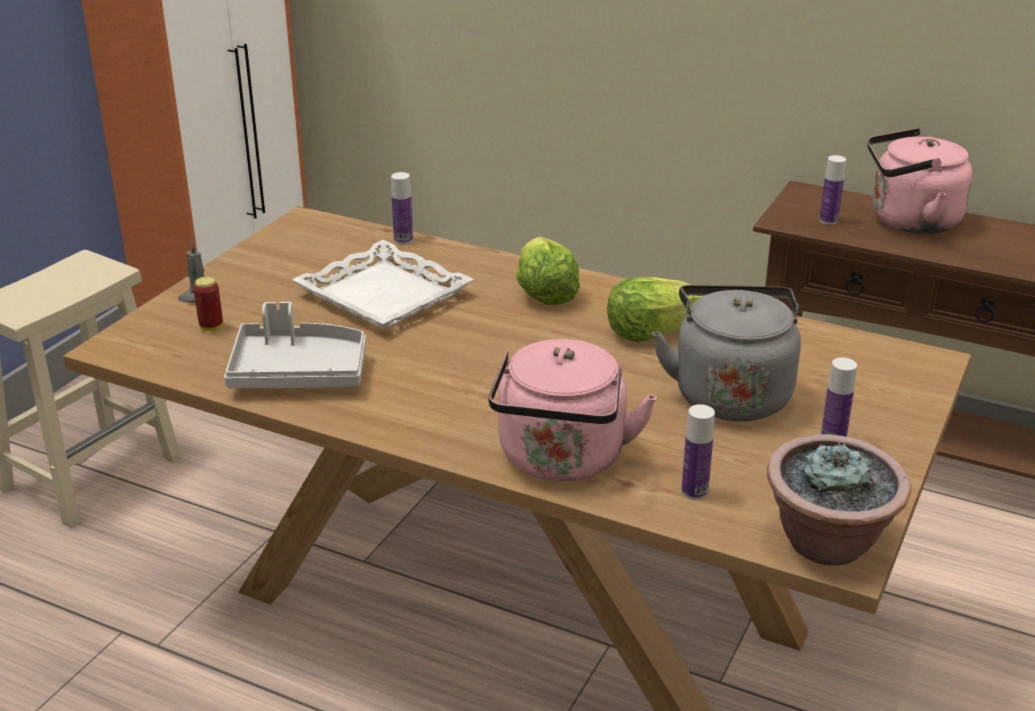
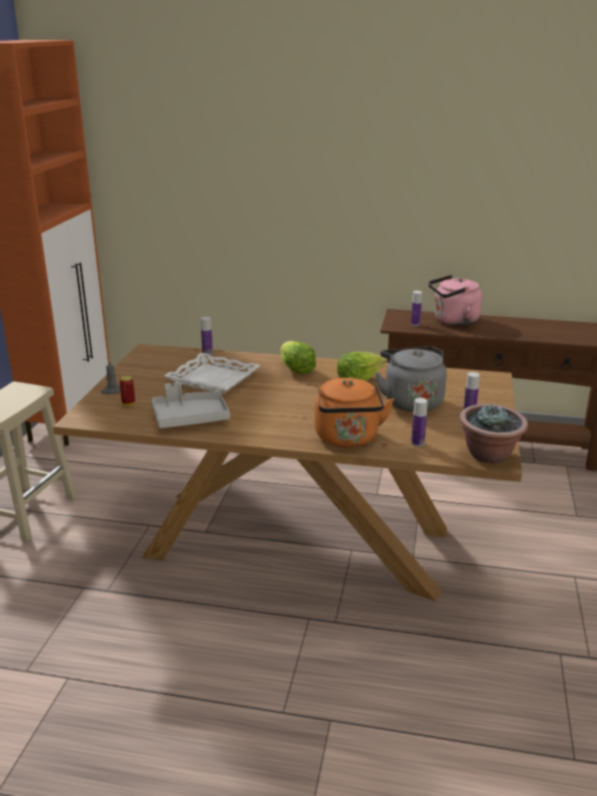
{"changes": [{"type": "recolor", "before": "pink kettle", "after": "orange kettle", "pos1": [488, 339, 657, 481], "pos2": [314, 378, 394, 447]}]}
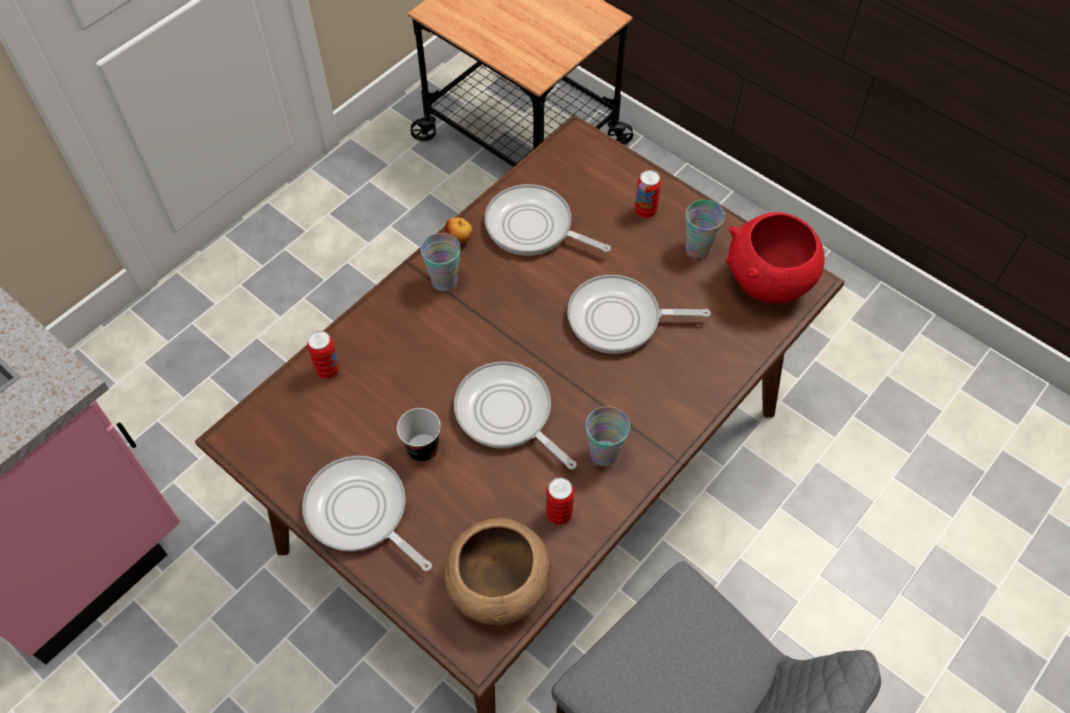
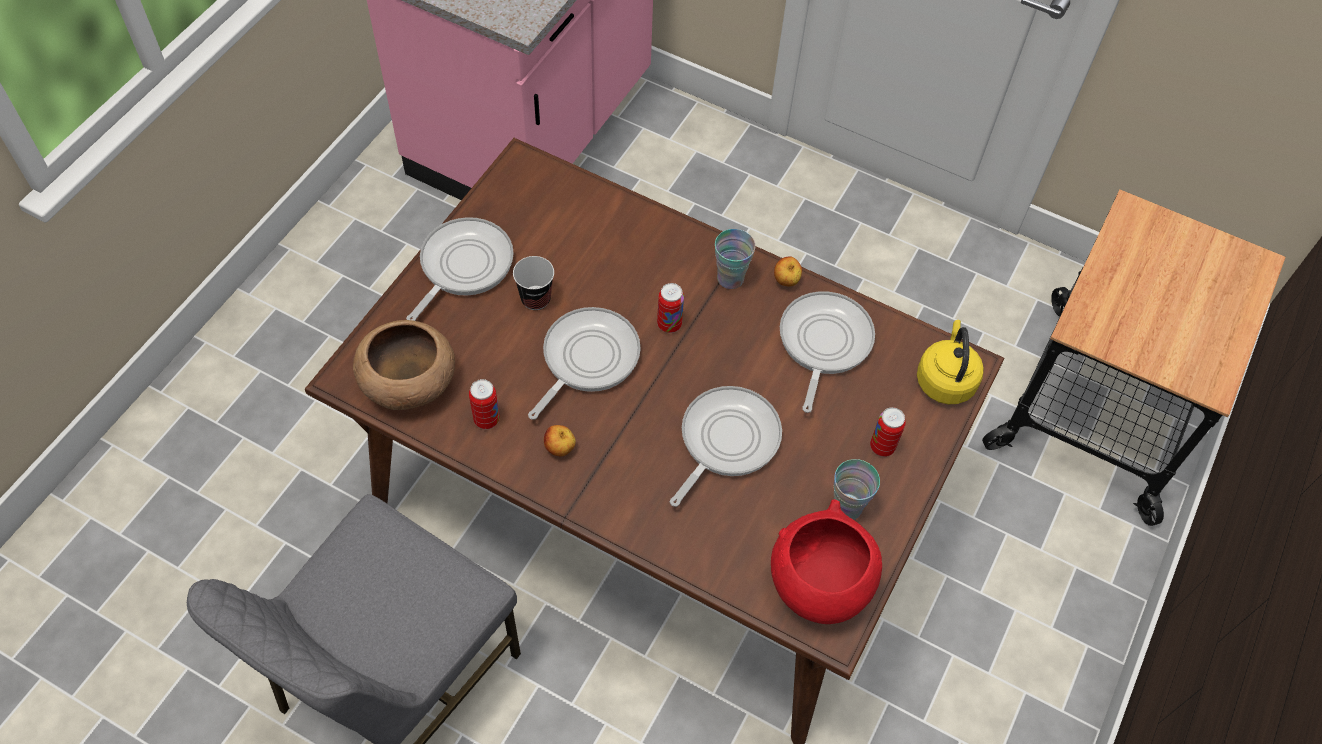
{"changes": [{"type": "move", "before": "can", "pos1": [307, 331, 340, 379], "pos2": [657, 283, 684, 333]}, {"type": "rotate", "before": "frying pan", "pos1": [567, 275, 711, 354], "pos2": [670, 386, 782, 507], "turn": 45}, {"type": "replace", "before": "cup", "after": "apple", "pos1": [586, 406, 630, 466], "pos2": [544, 425, 576, 457]}, {"type": "insert", "after": "yellow kettle", "pos2": [917, 320, 984, 404]}]}
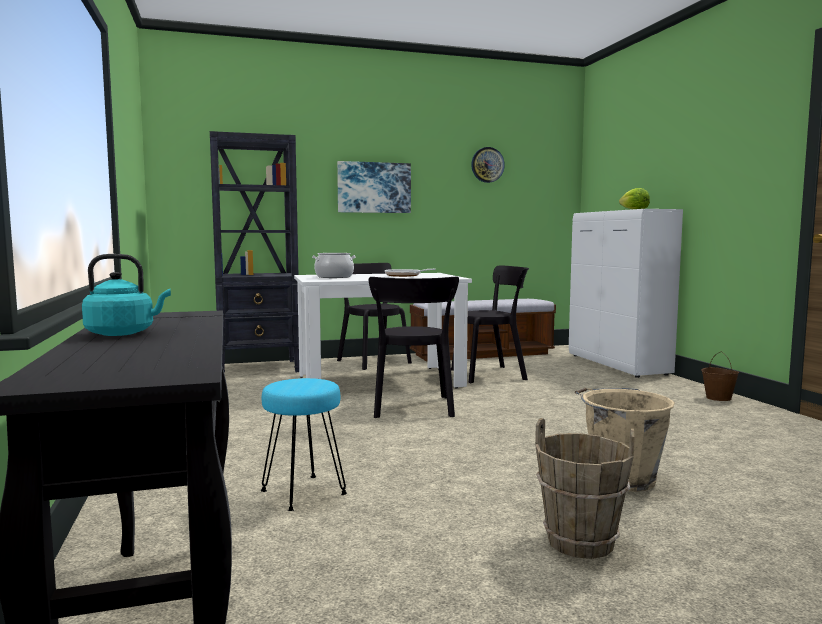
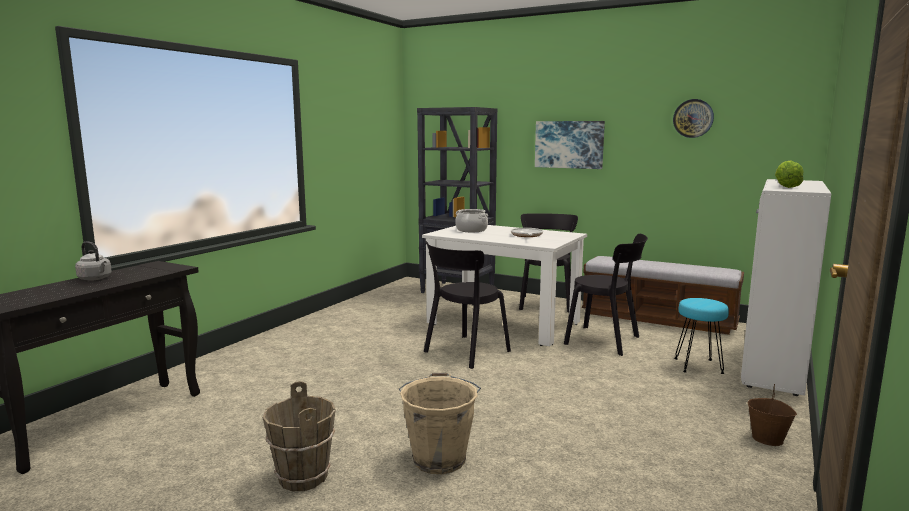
{"changes": [{"type": "recolor", "before": "turquoise kettle", "after": "grey kettle", "pos1": [82, 254, 171, 336], "pos2": [75, 241, 112, 281]}, {"type": "move", "before": "turquoise stool", "pos1": [261, 378, 347, 511], "pos2": [674, 298, 729, 374]}]}
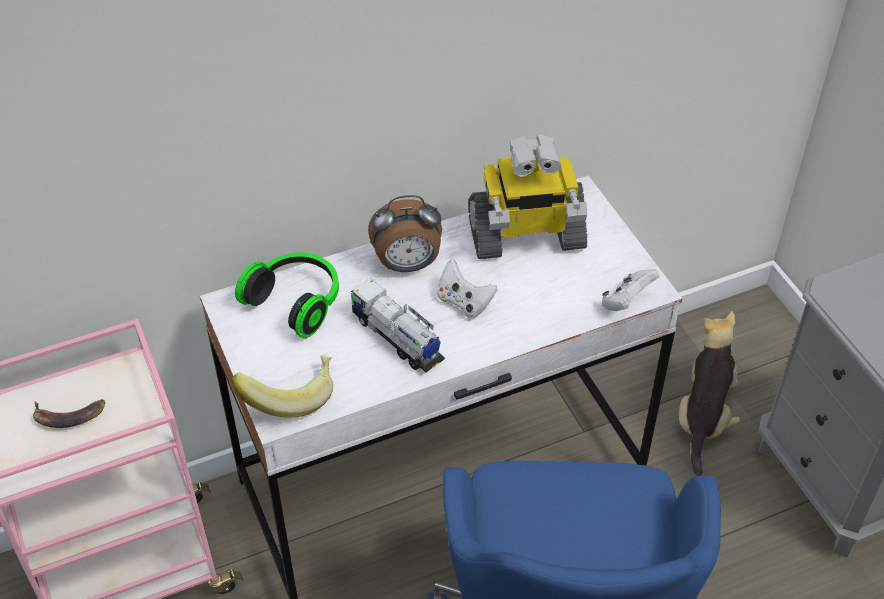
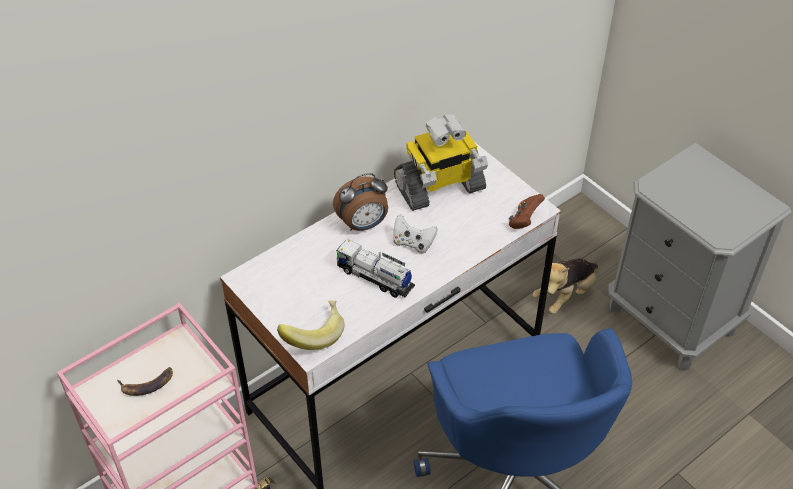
{"changes": [{"type": "delete", "before": "headphones", "pos1": [235, 253, 339, 338]}, {"type": "recolor", "before": "white game controller", "after": "brown game controller", "pos1": [602, 269, 660, 311], "pos2": [509, 194, 545, 229]}, {"type": "rotate", "before": "plush toy", "pos1": [679, 311, 741, 476], "pos2": [533, 259, 598, 314], "turn": -135}]}
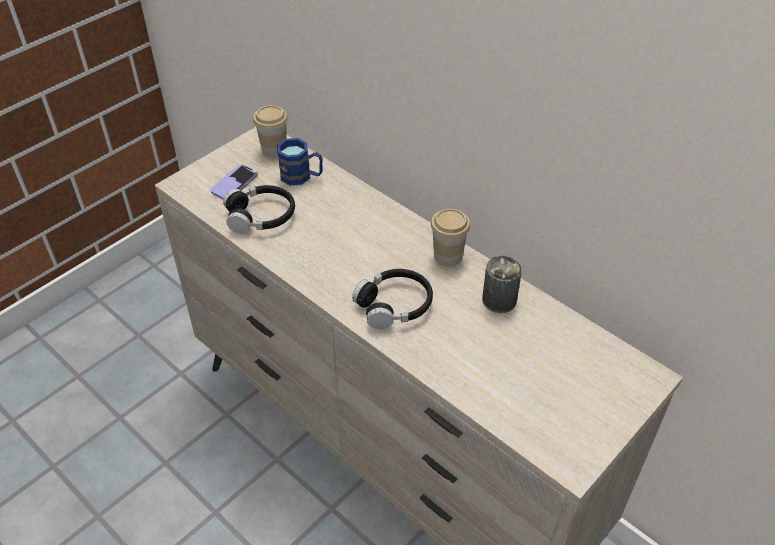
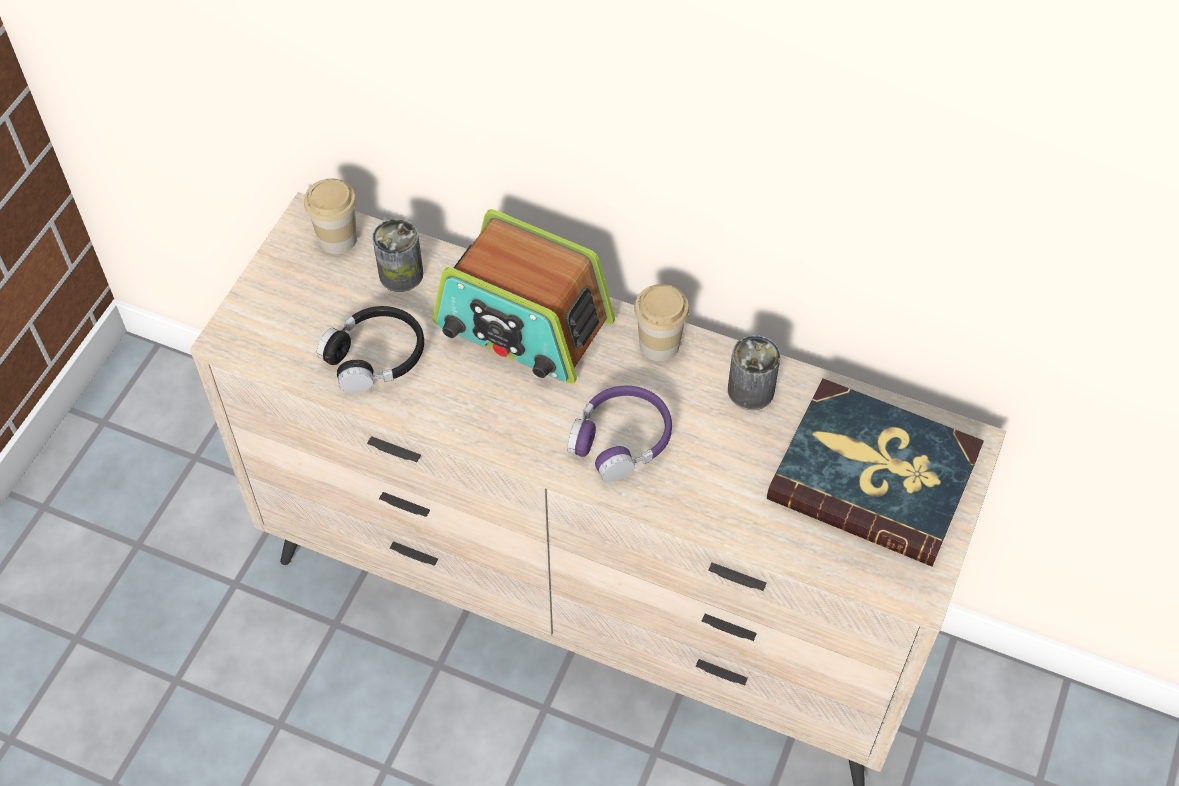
{"changes": [{"type": "delete", "before": "phone", "pos1": [211, 164, 258, 199]}, {"type": "replace", "before": "blue mug", "after": "can", "pos1": [277, 138, 323, 185], "pos2": [372, 219, 424, 292]}, {"type": "recolor", "before": "black headphones", "after": "purple headphones", "pos1": [352, 269, 433, 329], "pos2": [567, 386, 672, 482]}, {"type": "insert", "after": "radio", "pos2": [432, 209, 615, 384]}, {"type": "insert", "after": "book", "pos2": [767, 378, 984, 566]}]}
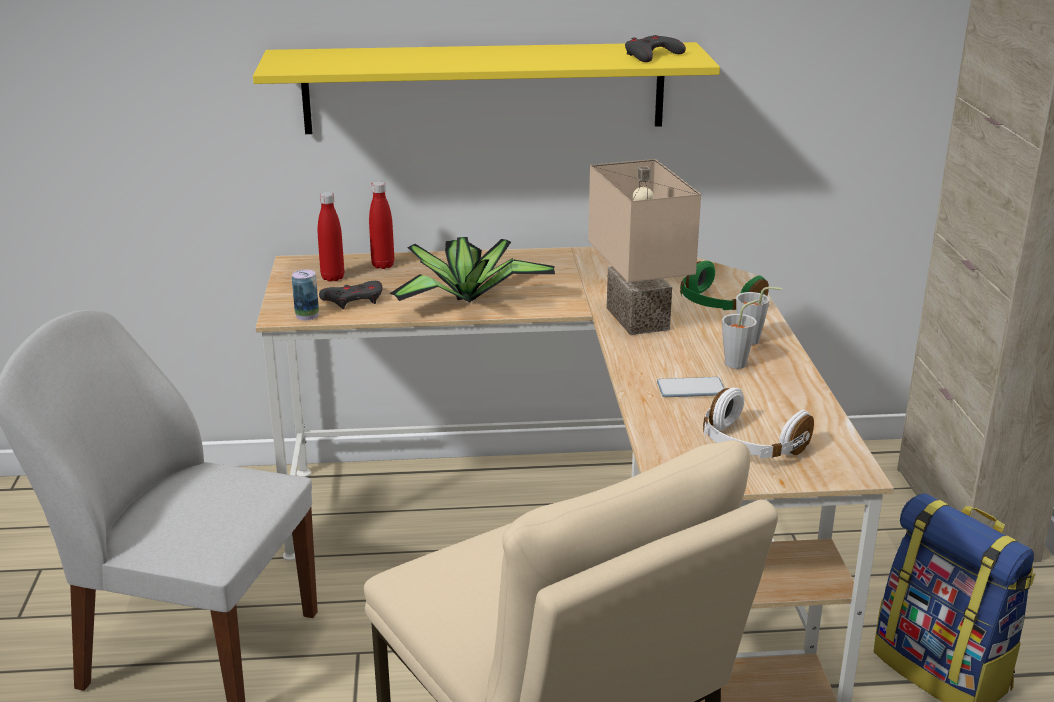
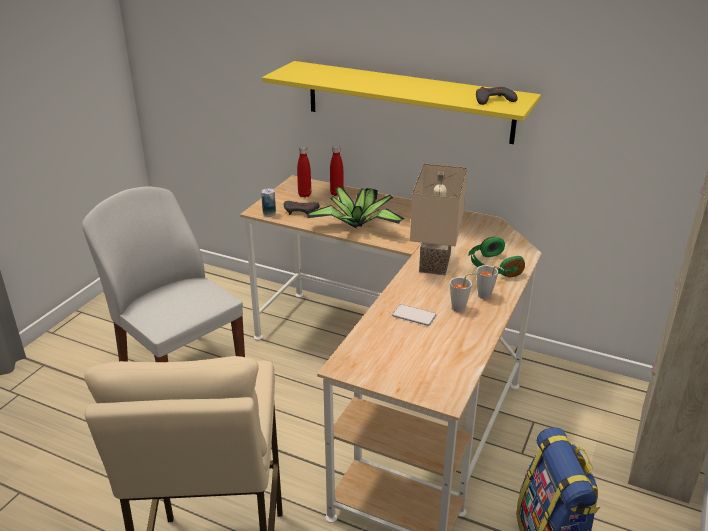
{"changes": [{"type": "delete", "before": "white headphones", "pos1": [703, 388, 814, 458]}]}
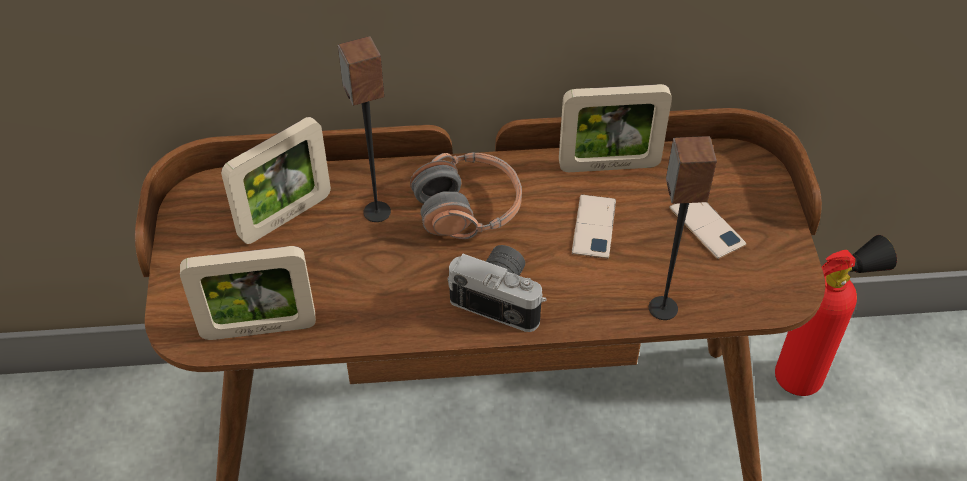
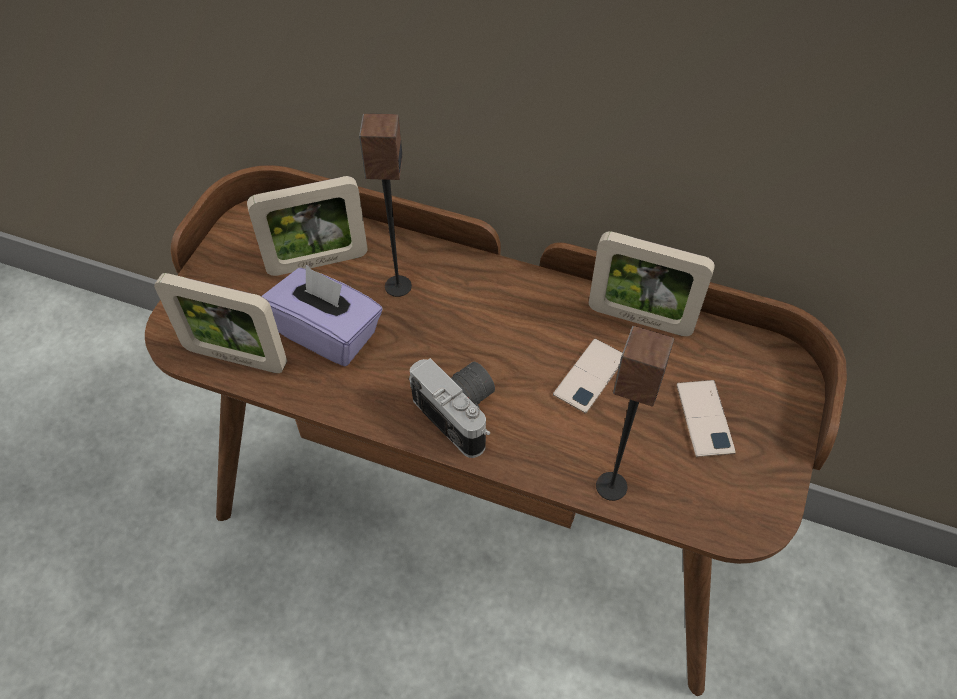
{"changes": [{"type": "delete", "before": "headphones", "pos1": [410, 152, 522, 239]}, {"type": "delete", "before": "fire extinguisher", "pos1": [775, 235, 897, 396]}, {"type": "insert", "after": "purple tissue box", "pos2": [262, 265, 383, 366]}]}
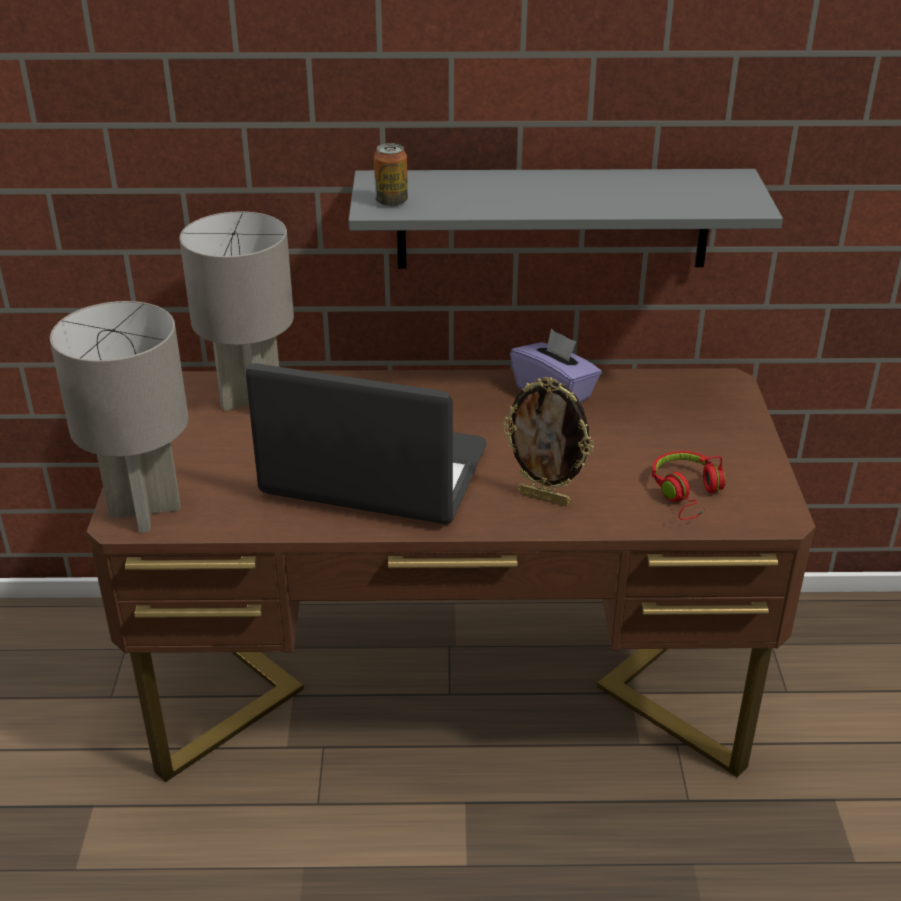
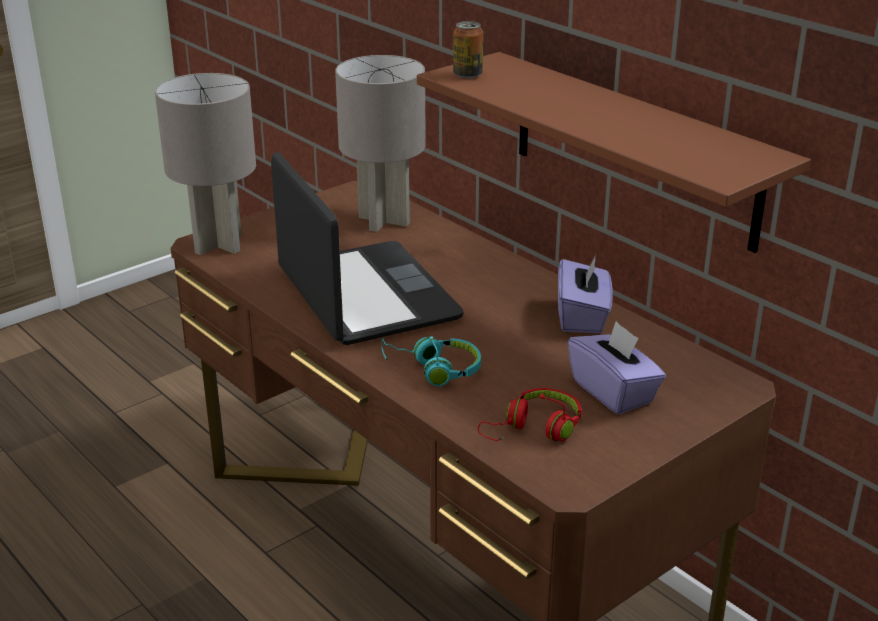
{"changes": [{"type": "recolor", "before": "grey shelf", "after": "brown shelf", "pos1": [348, 169, 783, 269], "pos2": [417, 52, 811, 253]}, {"type": "replace", "before": "picture frame", "after": "turquoise headphones", "pos1": [502, 377, 594, 506], "pos2": [381, 336, 481, 386]}, {"type": "insert", "after": "purple tissue box", "pos2": [568, 321, 666, 414]}]}
